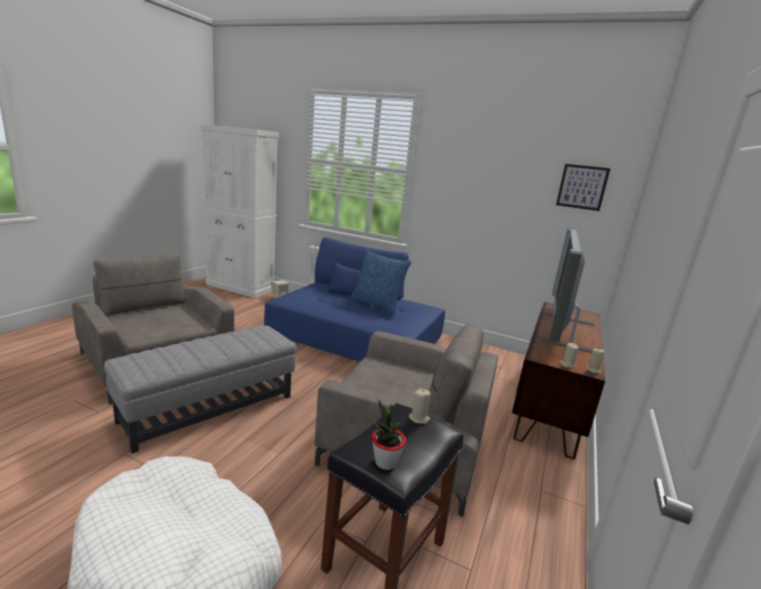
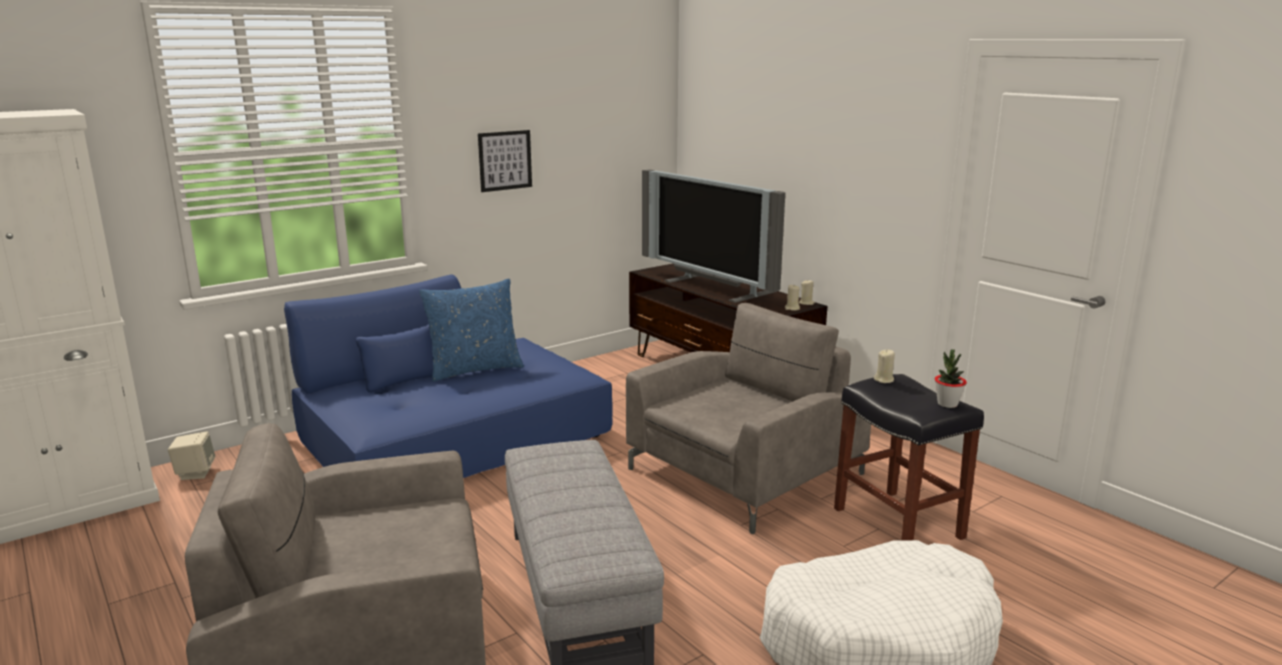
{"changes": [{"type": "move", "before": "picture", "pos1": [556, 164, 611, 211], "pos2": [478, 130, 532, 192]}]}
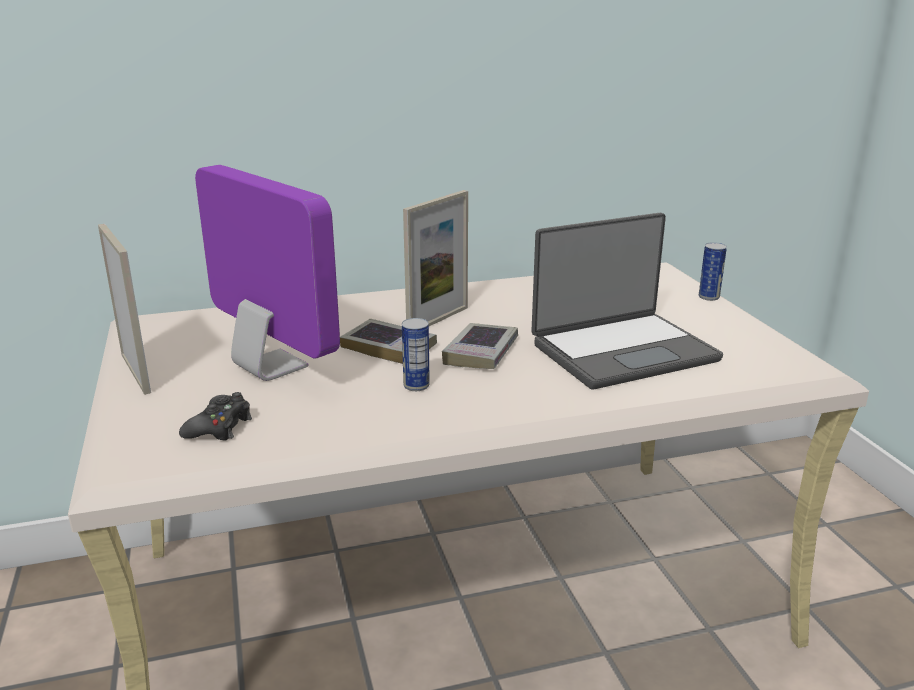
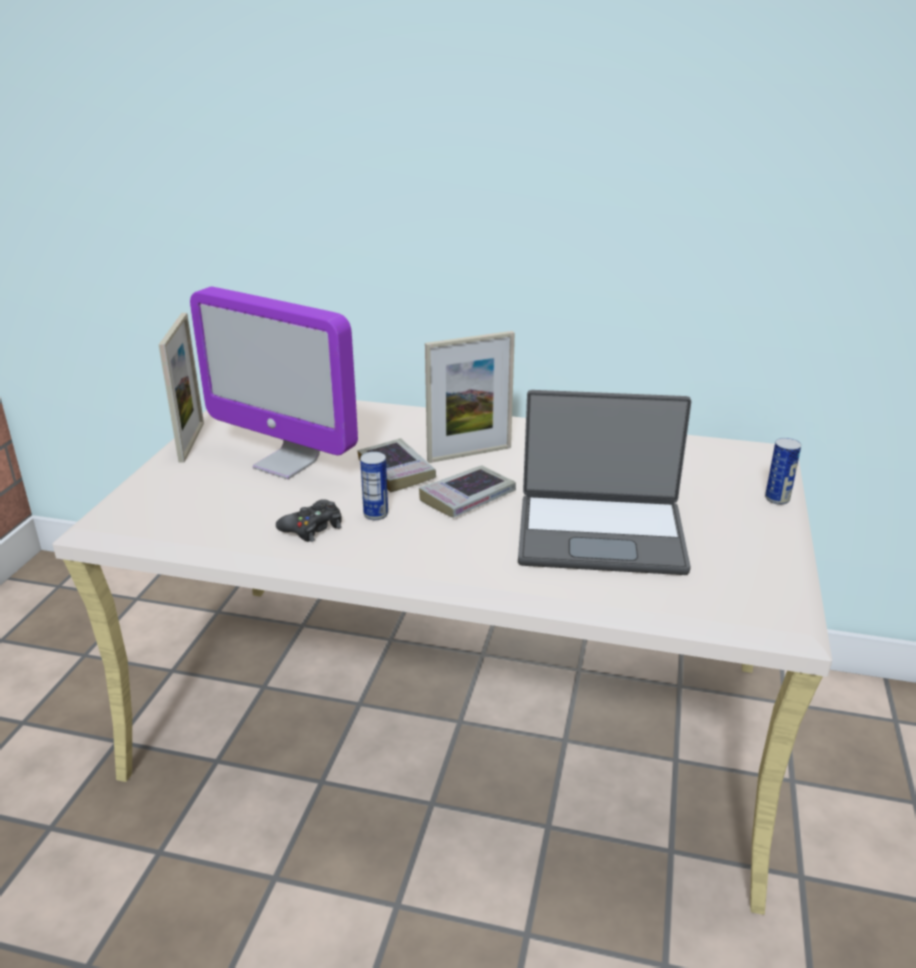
{"changes": [{"type": "move", "before": "black game controller", "pos1": [179, 392, 252, 440], "pos2": [276, 499, 342, 542]}, {"type": "rotate", "before": "monitor", "pos1": [195, 165, 340, 381], "pos2": [190, 287, 358, 479], "turn": 135}]}
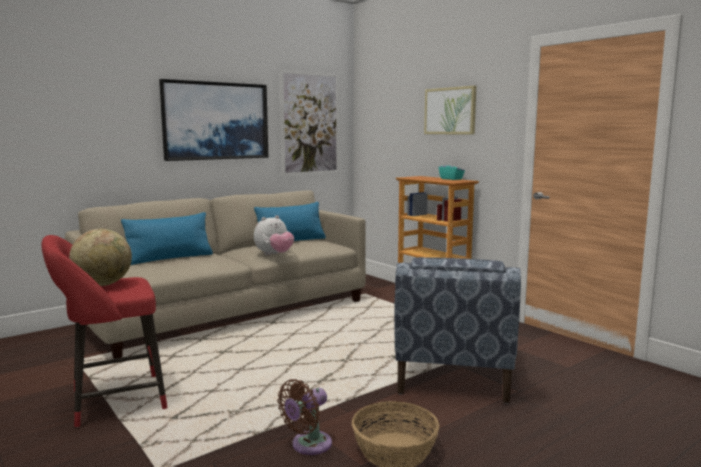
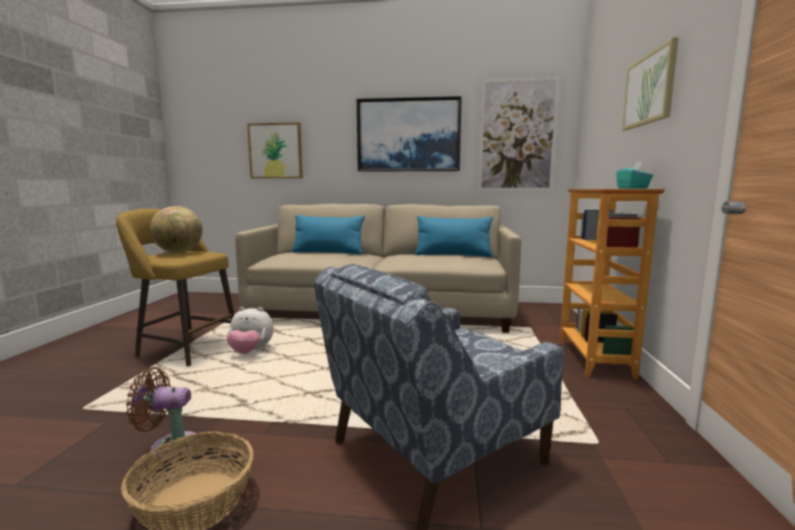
{"changes": [{"type": "recolor", "before": "red stool", "after": "yellow stool", "pos1": [41, 235, 167, 428], "pos2": [116, 209, 235, 366]}, {"type": "move", "before": "plush toy", "pos1": [254, 215, 294, 255], "pos2": [227, 307, 274, 354]}, {"type": "insert", "after": "picture", "pos2": [247, 123, 303, 178]}]}
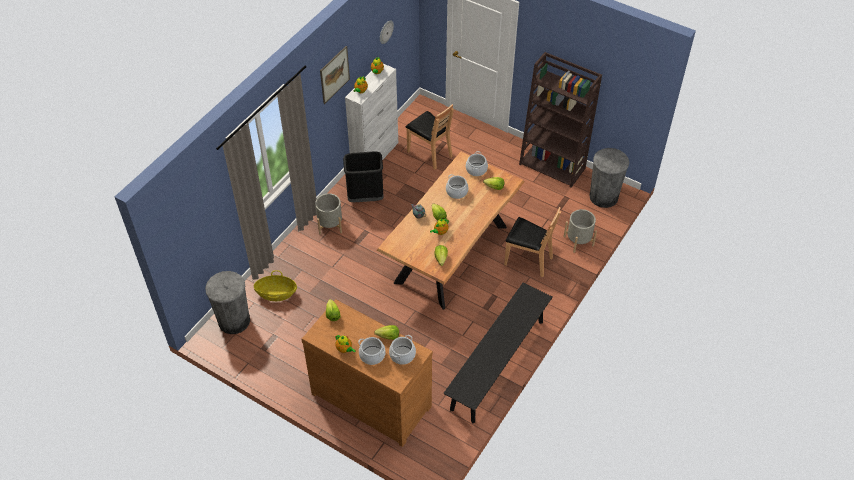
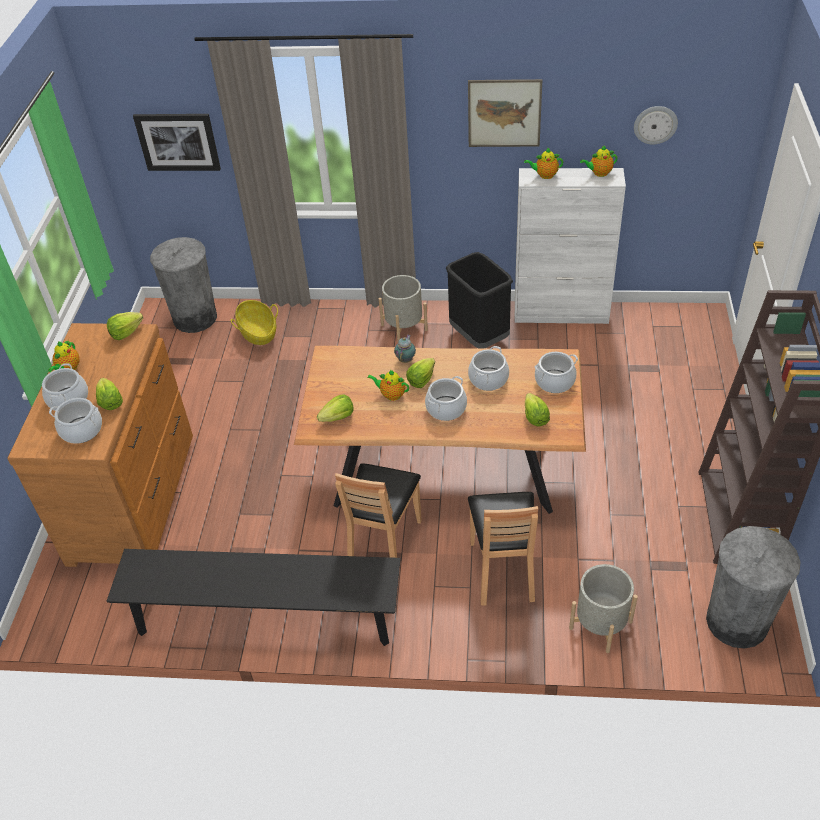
{"changes": [{"type": "move", "before": "brown chair", "pos1": [406, 104, 454, 170], "pos2": [335, 463, 422, 558]}, {"type": "insert", "after": "picture", "pos2": [133, 114, 221, 171]}, {"type": "insert", "after": "cooking pot", "pos2": [425, 376, 467, 421]}]}
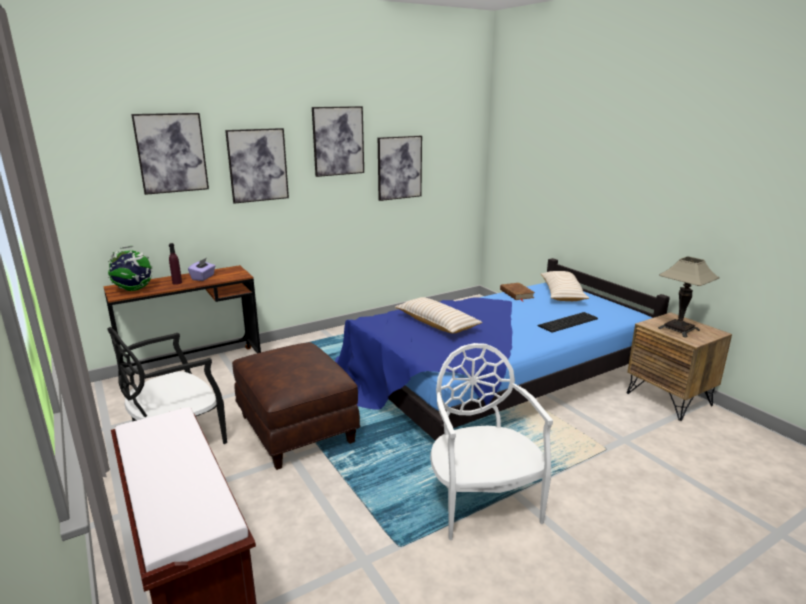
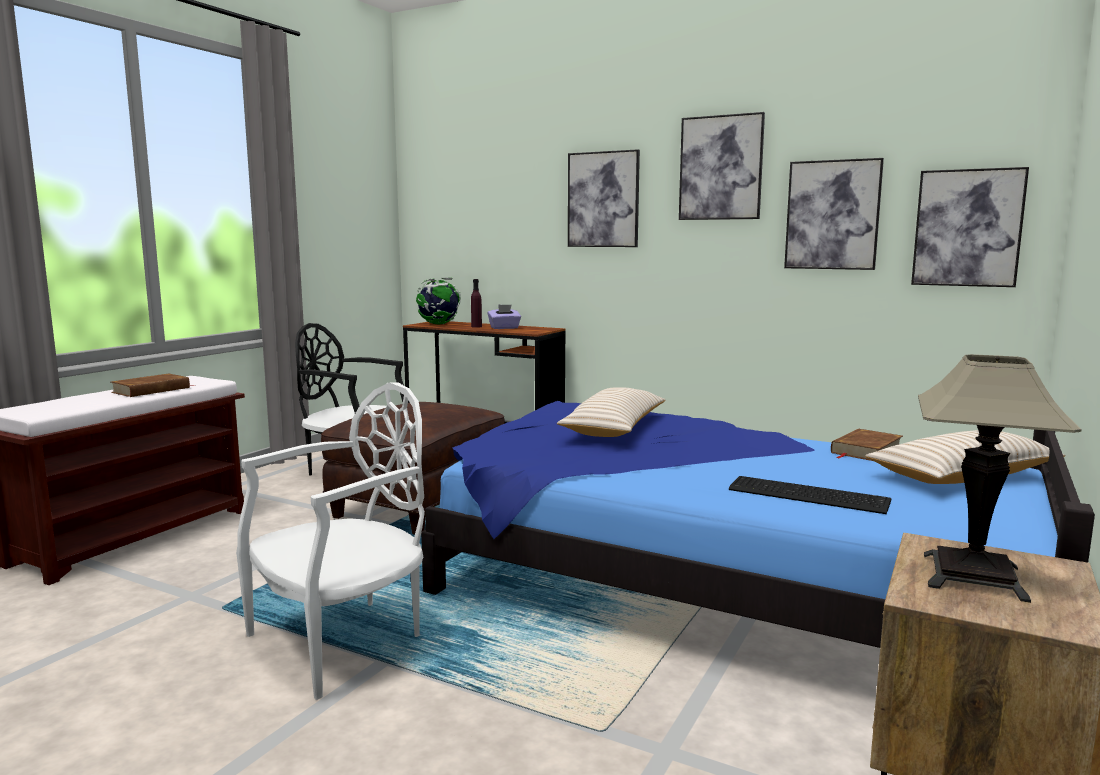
{"changes": [{"type": "move", "before": "picture", "pos1": [131, 113, 209, 195], "pos2": [911, 167, 1029, 287]}, {"type": "insert", "after": "brown book", "pos2": [111, 373, 195, 397]}]}
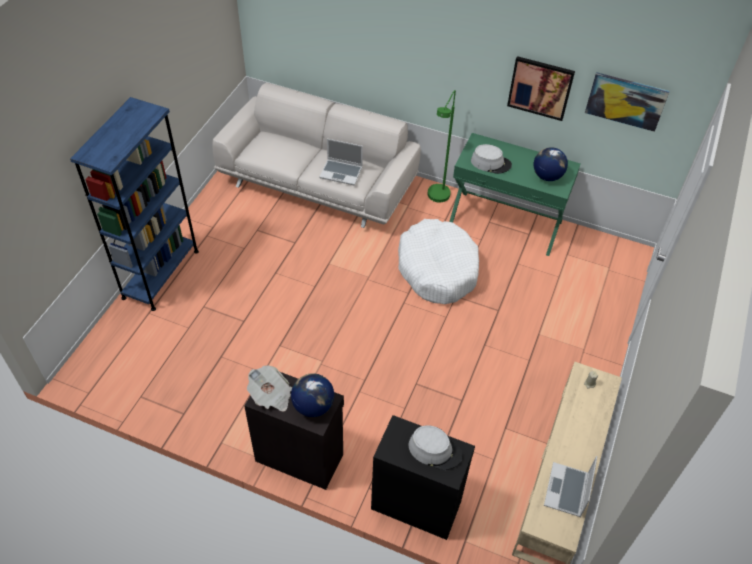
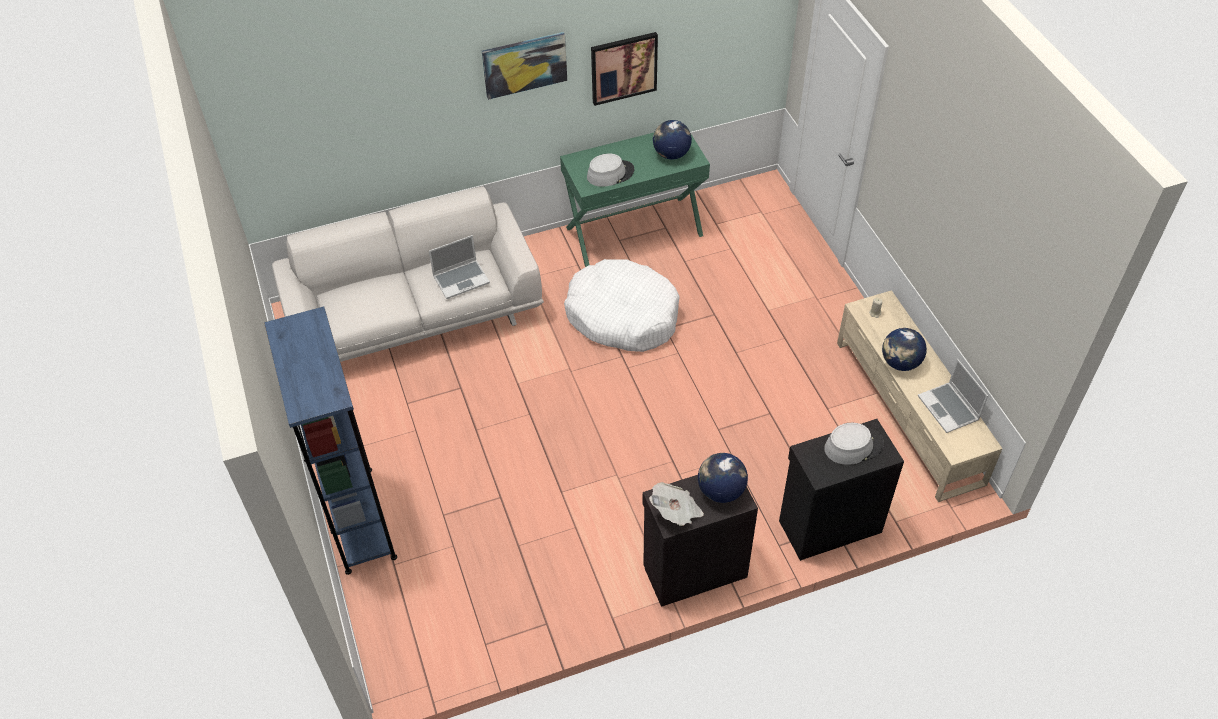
{"changes": [{"type": "delete", "before": "green floor lamp", "pos1": [428, 90, 456, 202]}, {"type": "move", "before": "picture", "pos1": [585, 72, 670, 132], "pos2": [482, 32, 567, 100]}, {"type": "insert", "after": "globe", "pos2": [882, 328, 927, 371]}]}
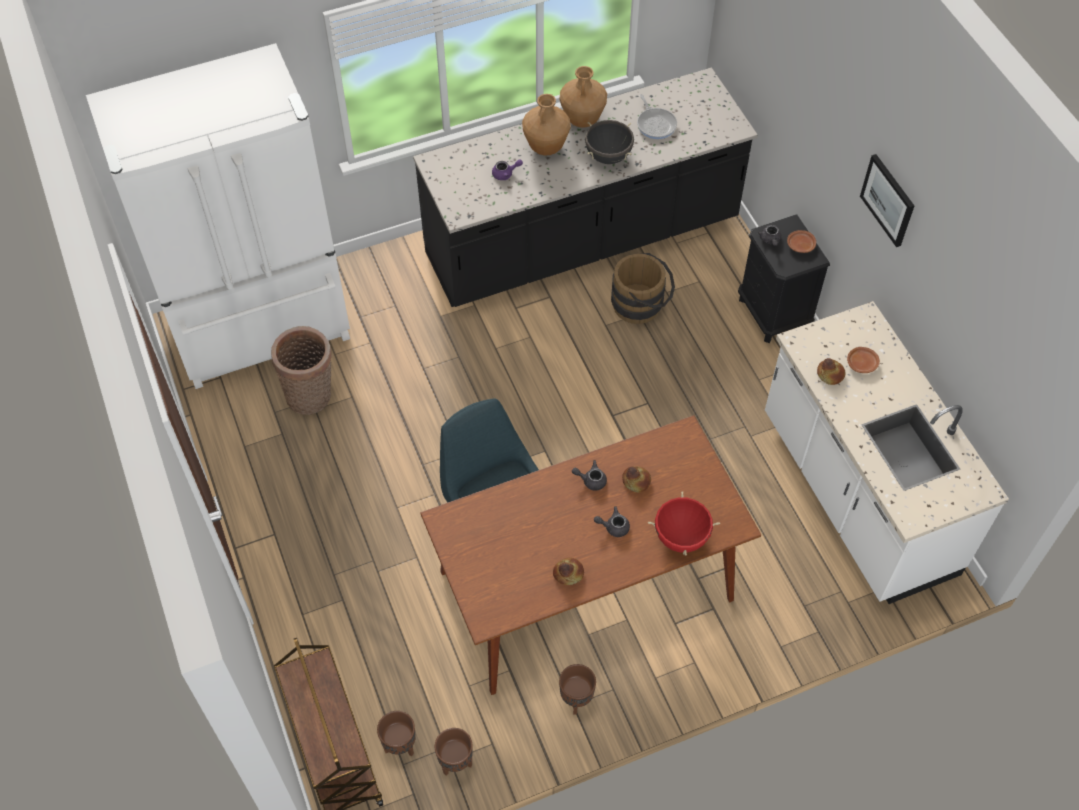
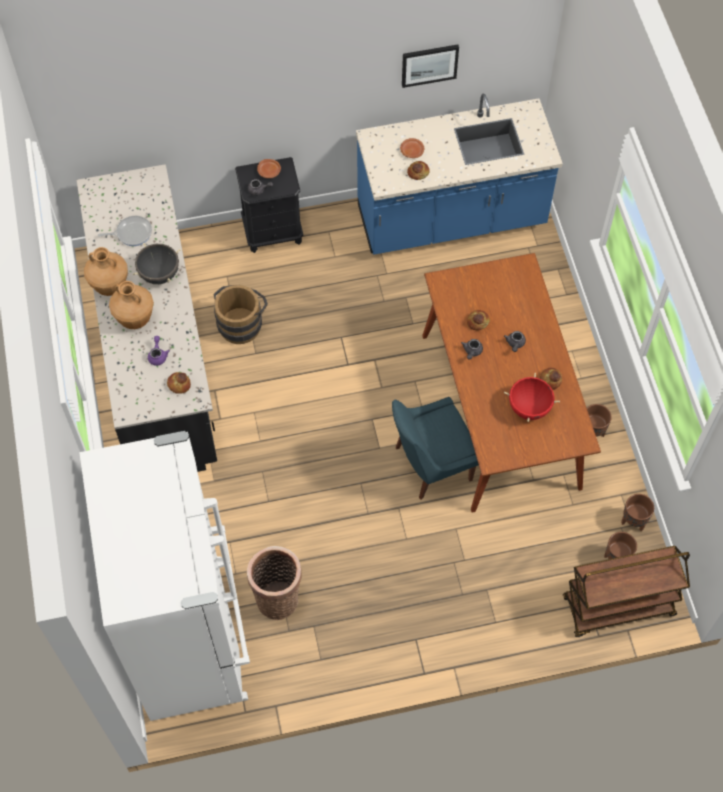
{"changes": [{"type": "move", "before": "red cooking pot", "pos1": [648, 491, 720, 556], "pos2": [504, 373, 560, 422]}, {"type": "recolor", "before": "white counter", "after": "blue counter", "pos1": [765, 301, 1009, 604], "pos2": [356, 93, 563, 255]}, {"type": "move", "before": "picture", "pos1": [860, 154, 914, 247], "pos2": [402, 45, 459, 88]}, {"type": "insert", "after": "bread", "pos2": [167, 372, 191, 394]}]}
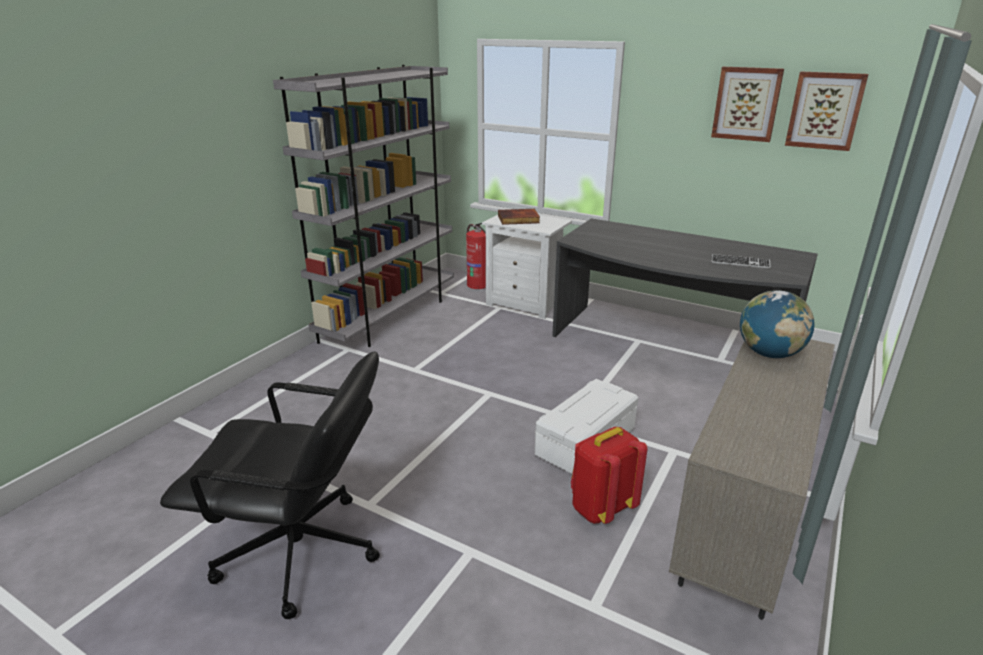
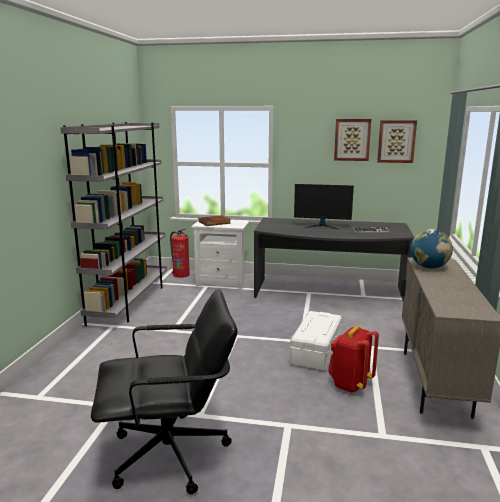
{"changes": [{"type": "insert", "after": "monitor", "pos2": [294, 184, 354, 230]}]}
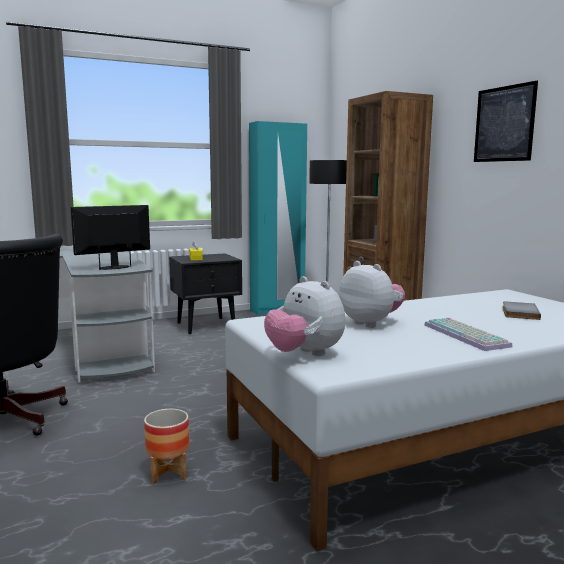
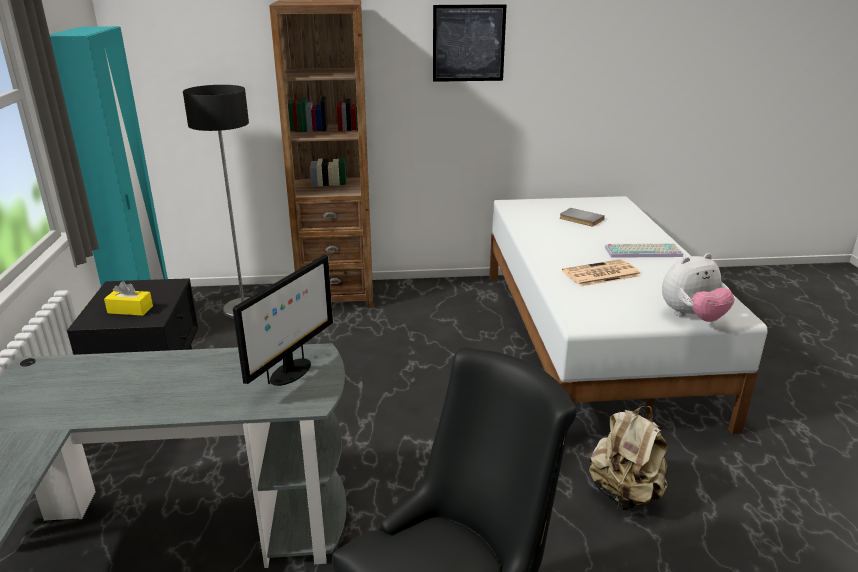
{"changes": [{"type": "rotate", "before": "monitor", "pos1": [71, 205, 150, 270], "pos2": [233, 255, 333, 386], "turn": -135}, {"type": "replace", "before": "planter", "after": "beige backpack", "pos1": [144, 409, 189, 484], "pos2": [589, 406, 668, 511]}, {"type": "replace", "before": "plush toy", "after": "newspaper", "pos1": [339, 261, 405, 328], "pos2": [562, 259, 641, 287]}]}
